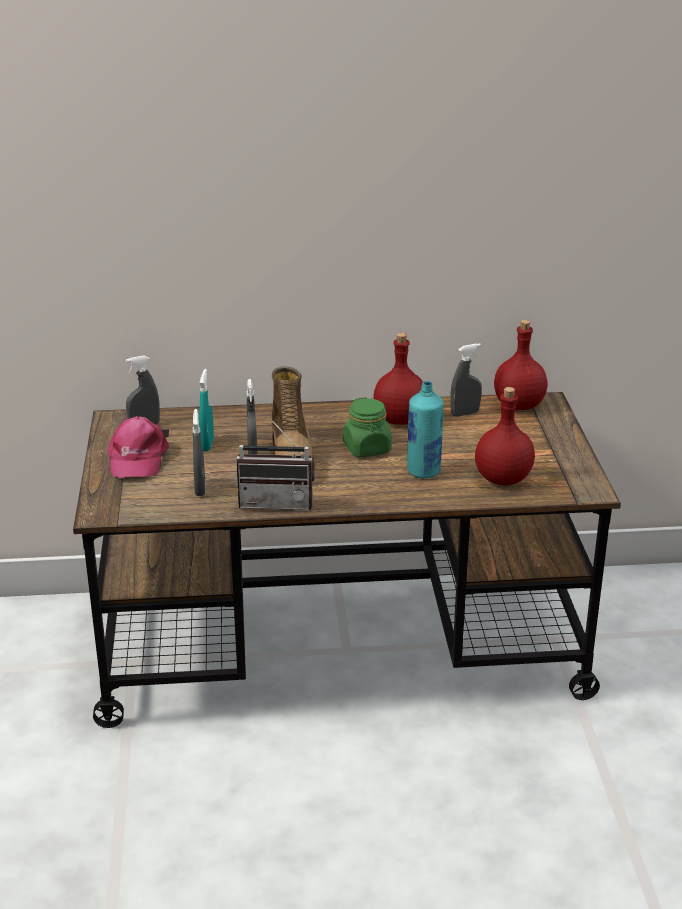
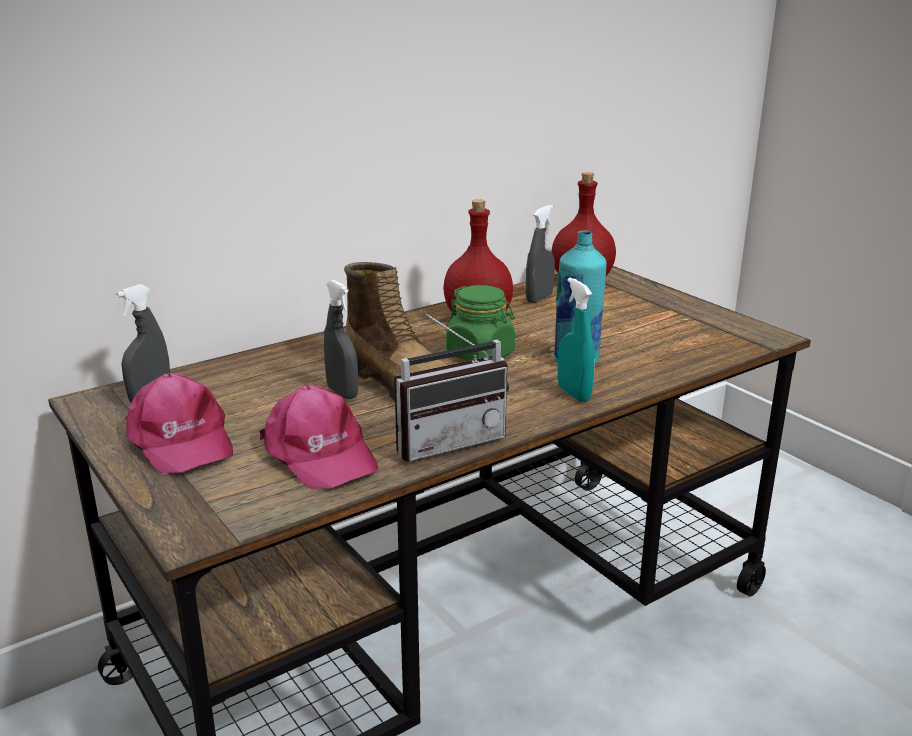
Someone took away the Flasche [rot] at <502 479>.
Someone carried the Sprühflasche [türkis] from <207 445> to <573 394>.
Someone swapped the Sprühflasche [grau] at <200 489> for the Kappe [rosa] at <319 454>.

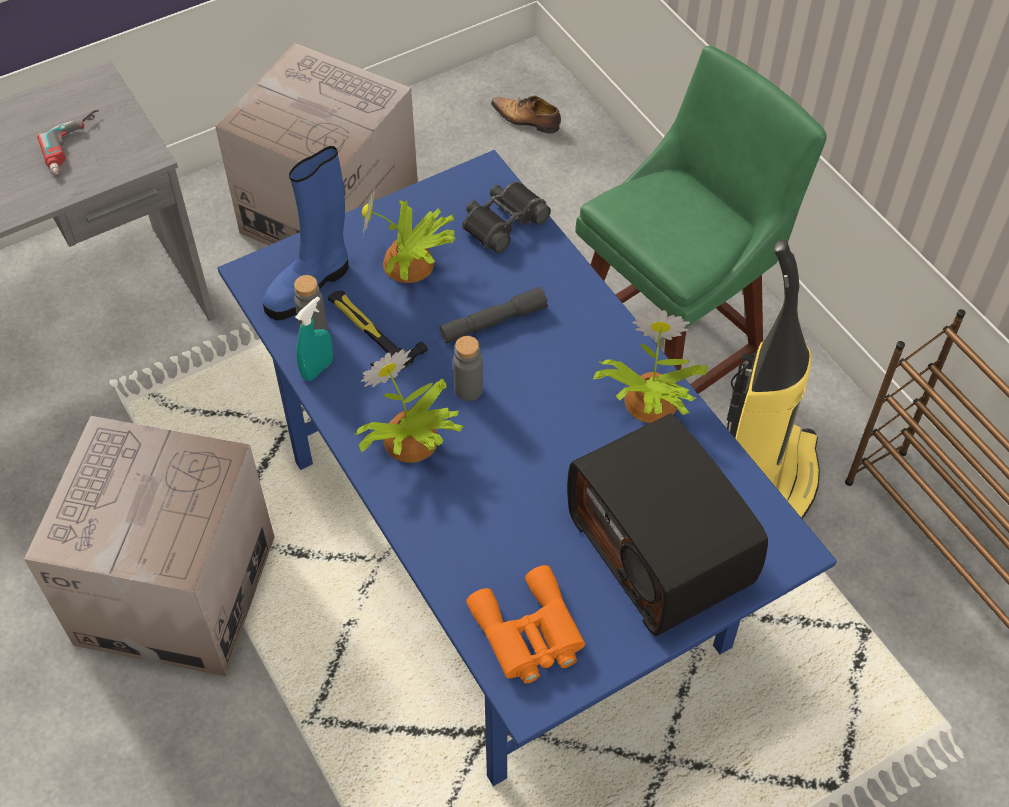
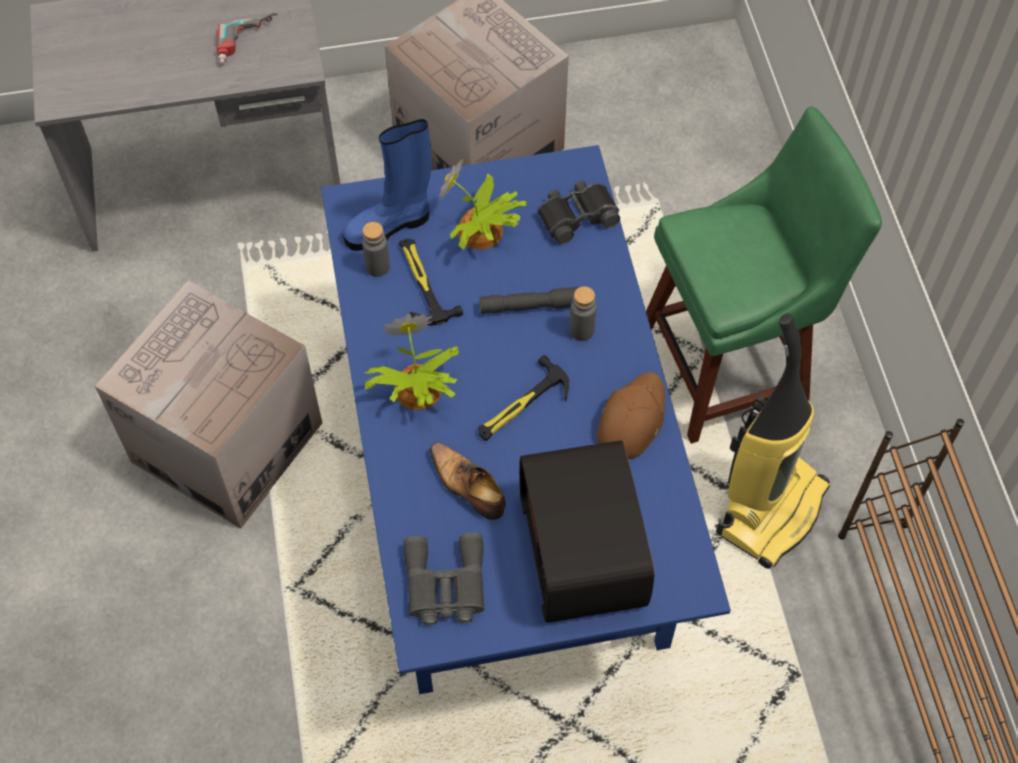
Someone took away the Sprühflasche [türkis] at <317 369>.
Someone put down the Hammer at <522 406>.
Someone carried the Flasche [grau] from <468 389> to <581 330>.
Someone carried the Schuh from <526 120> to <467 486>.
Someone swapped the Topfpflanze at <648 403> for the Kappe [braun] at <631 419>.
Someone repainted the Fernglas [orange] at <529 634>, which became the Fernglas [grau] at <445 586>.

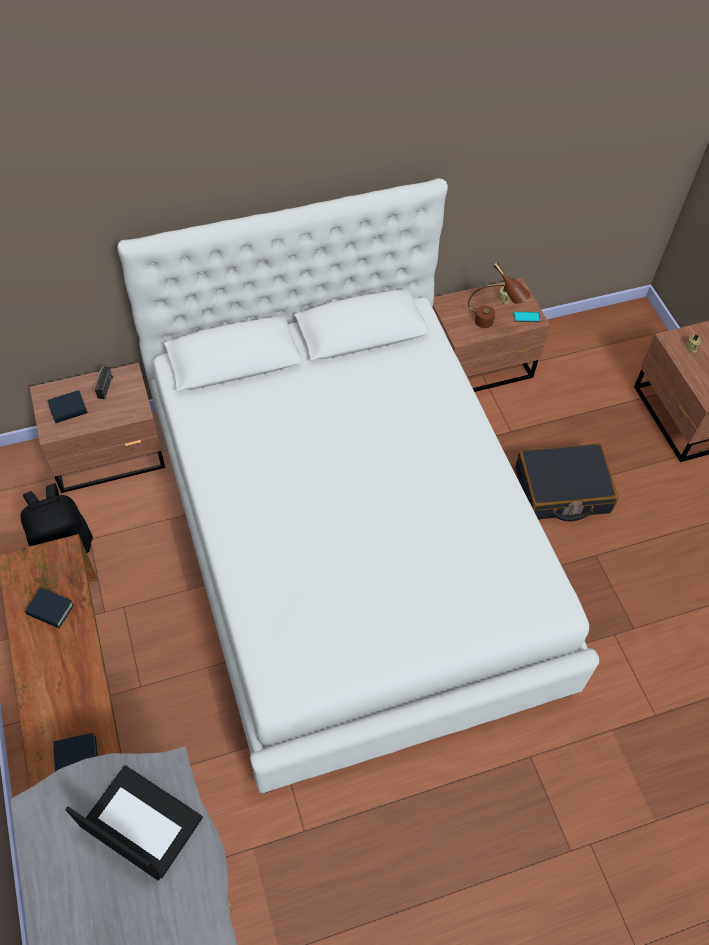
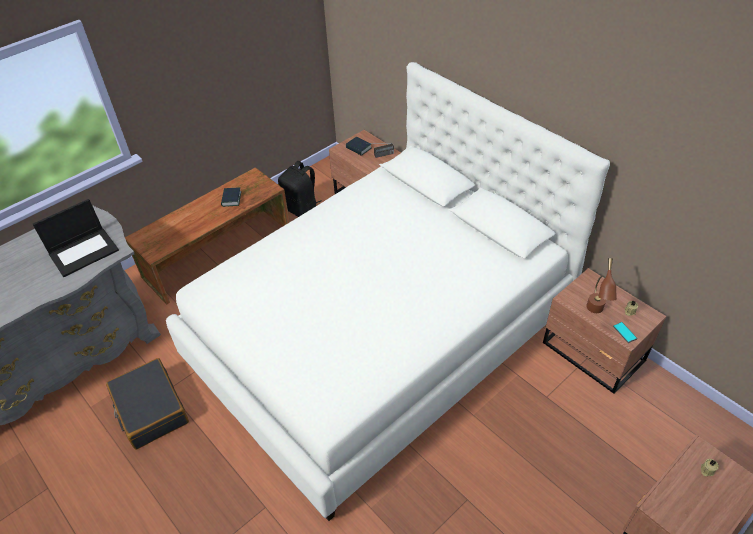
Someone took away the Buch at <77 755>.
Someone carried the Koffer [schwarz] from <562 490> to <150 409>.
Someone rotated the Laptop at <140 822> by 45 degrees clockwise.

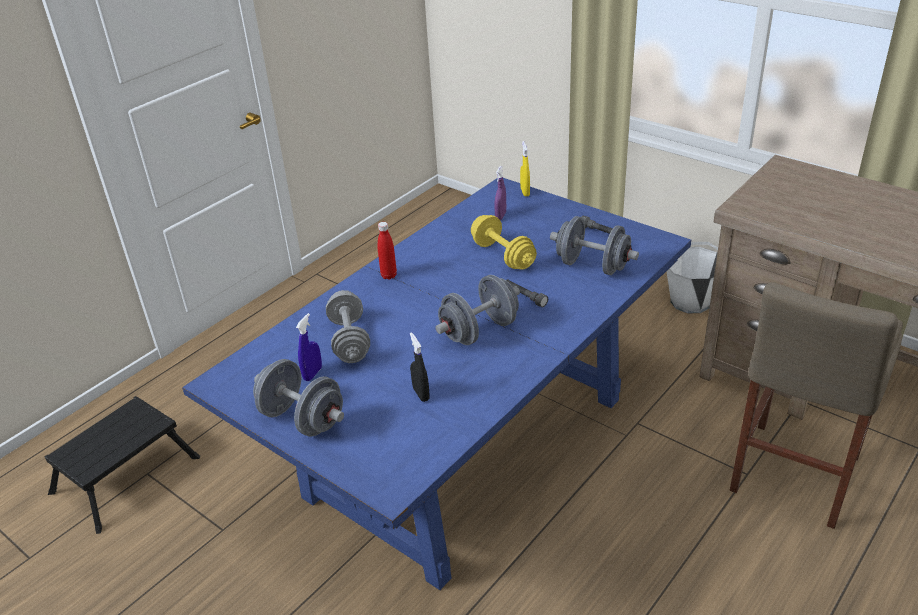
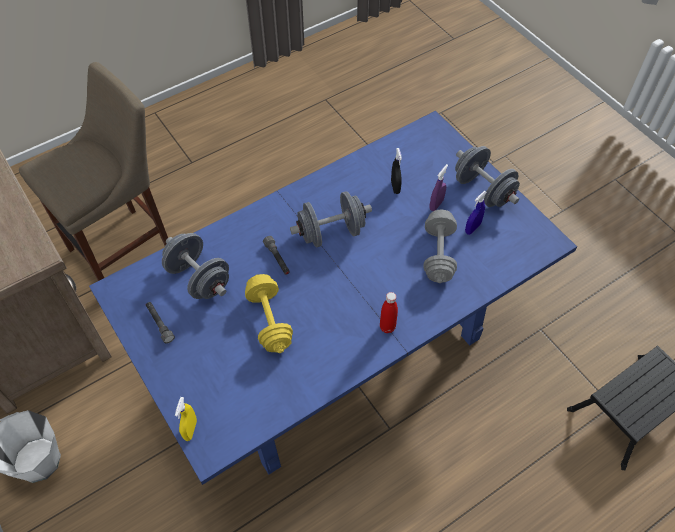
Someone carried the Sprühflasche [lila] from <500 216> to <436 204>.

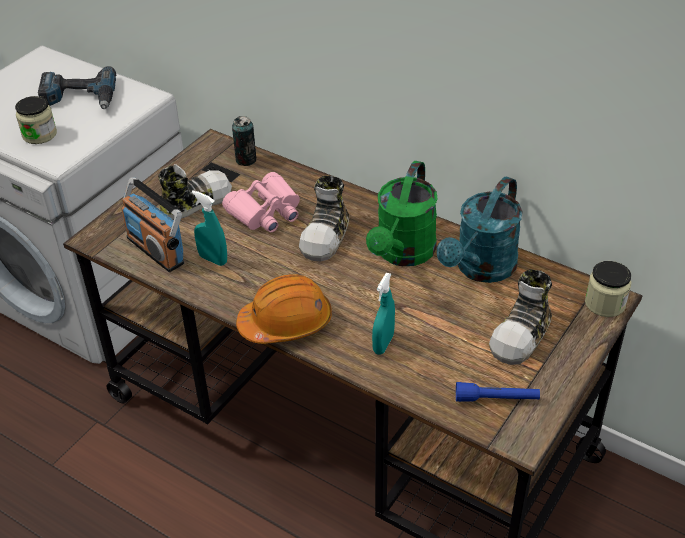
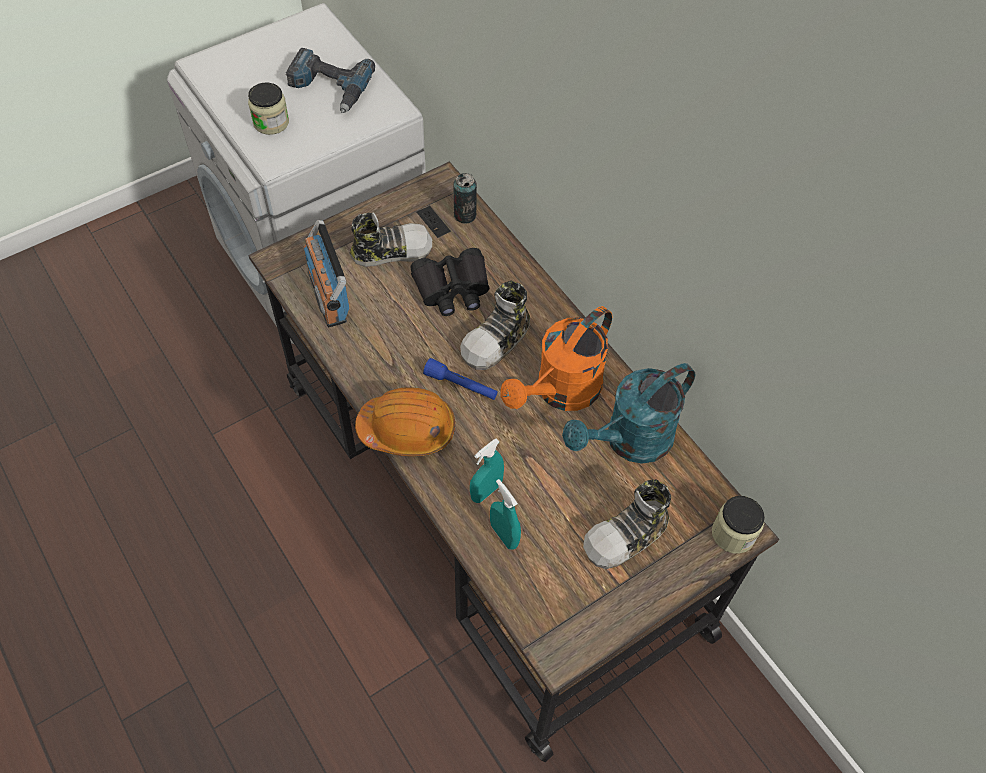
Someone carried the Sprühflasche [türkis] from <213 259> to <504 535>.
Someone carried the Taschenlampe [blau] from <496 399> to <461 385>.
Someone repainted the Fernglas [rosa] at <265 212>, which became the Fernglas [schwarz] at <452 288>.
Someone repainted the Gießkanne [grün] at <403 254>, which became the Gießkanne [orange] at <560 392>.

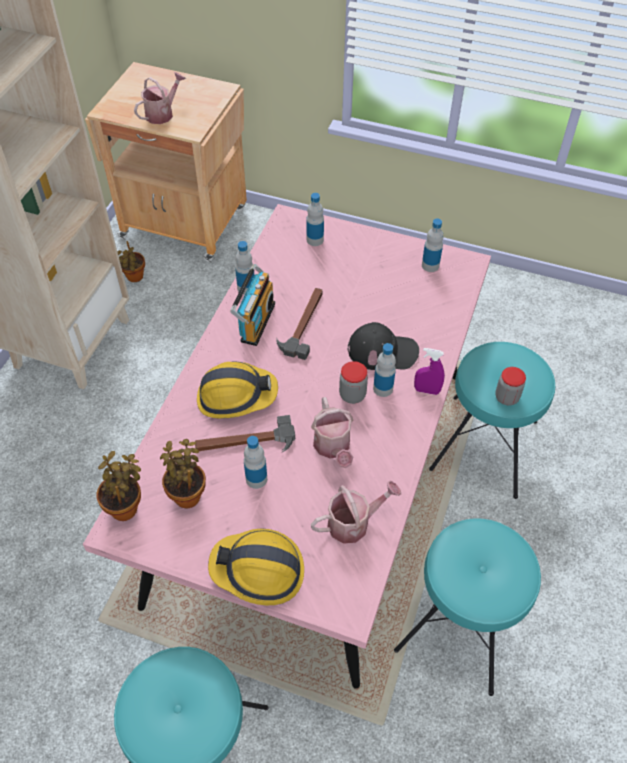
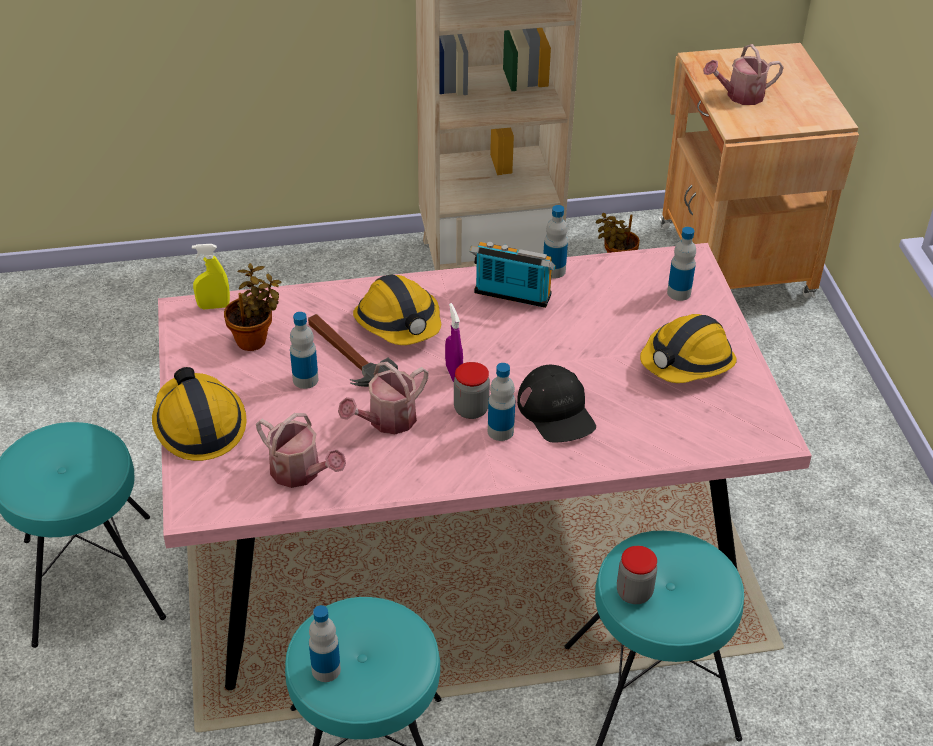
Someone took away the Hammer at <304 324>.
Someone put down the Schutzhelm at <687 362>.
Someone carried the Sprühflasche [lila] from <427 390> to <454 374>.
Someone carried the Flasche from <430 265> to <326 670>.
Someone swapped the Topfpflanze at <125 506> for the Sprühflasche [gelb] at <214 306>.
Someone rotated the Gießkanne at <162 113> by 150 degrees clockwise.
Someone rotated the Radio at <255 322> by 150 degrees counterclockwise.

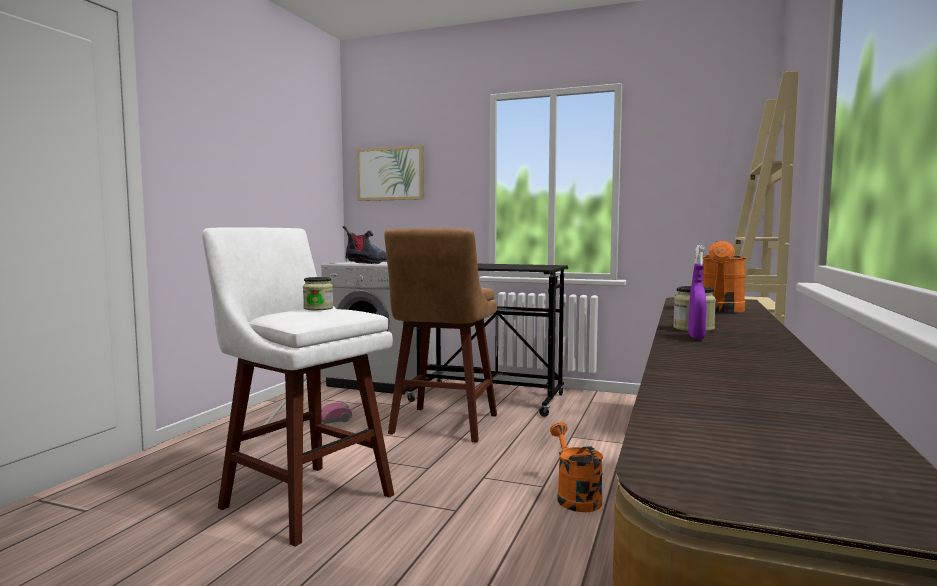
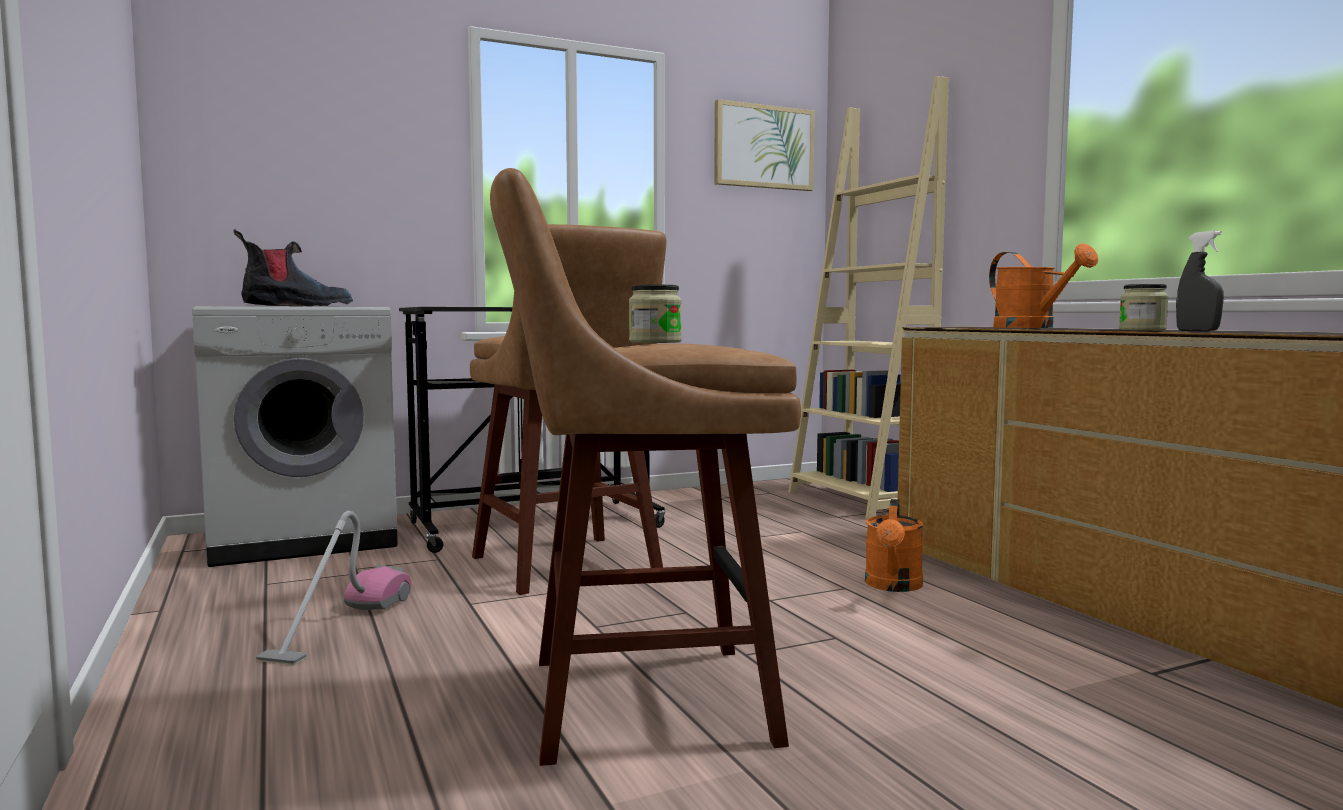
Someone carried the Bild from <390 174> to <763 147>.
Someone repainted the Hocker [weiß] at <303 499>, which became the Hocker [braun] at <637 700>.
Someone repainted the Sprühflasche [lila] at <696 337>, which became the Sprühflasche [grau] at <1197 331>.
Someone rotated the Gießkanne [orange] at <575 496> by 105 degrees counterclockwise.

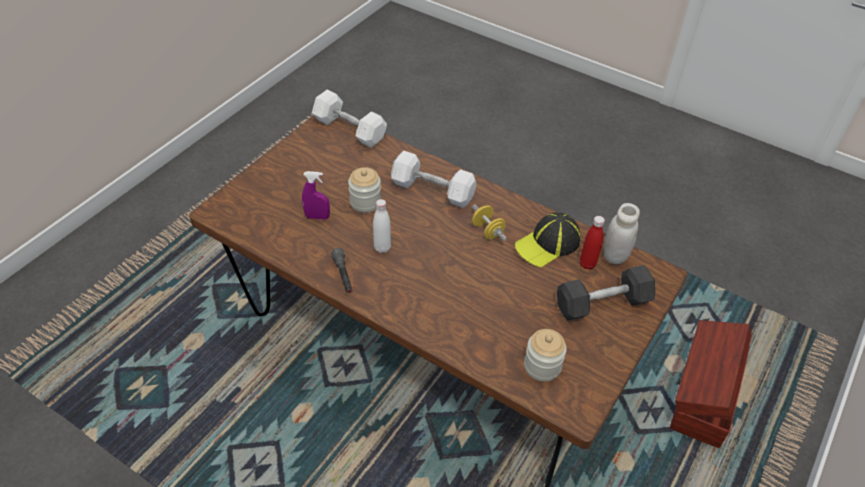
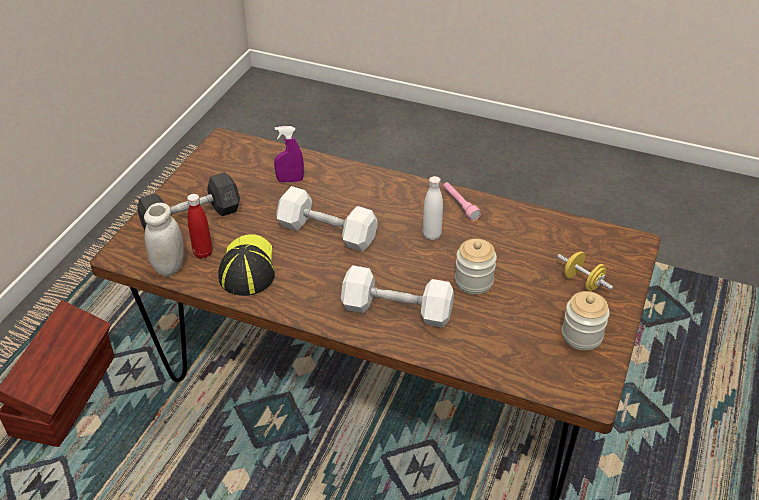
Someone carried the Sprühflasche [lila] from <317 217> to <290 180>.
Someone carried the Hantel [weiß] from <349 129> to <327 232>.
Someone carried the Hantel [gelb] from <487 231> to <582 282>.
Someone carried the Vorratsglas from <542 366> to <581 336>.
Someone repainted the Taschenlampe [grau] at <343 275>, which became the Taschenlampe [rosa] at <459 205>.
Someone rotated the Kappe at <548 244> by 45 degrees counterclockwise.

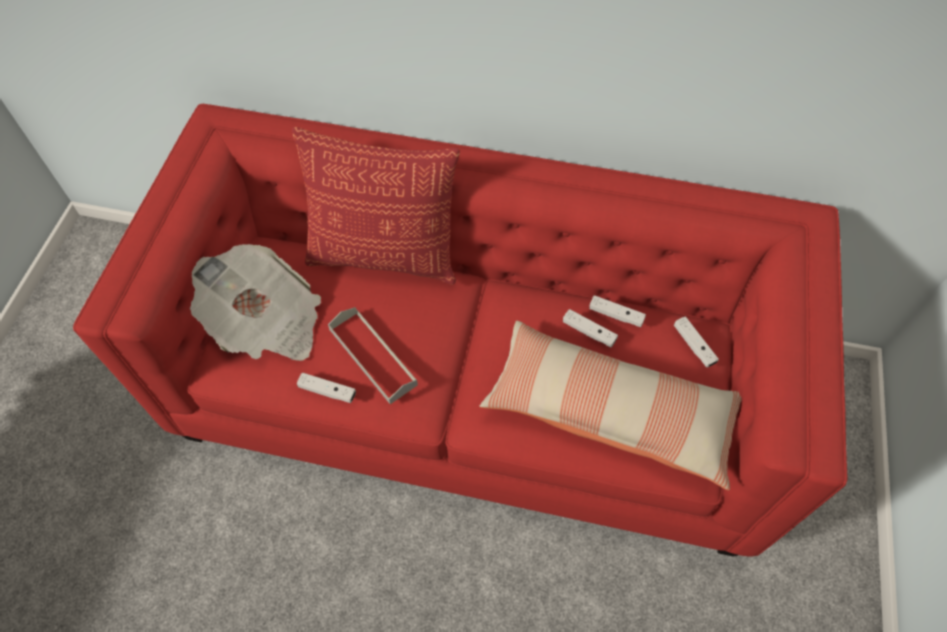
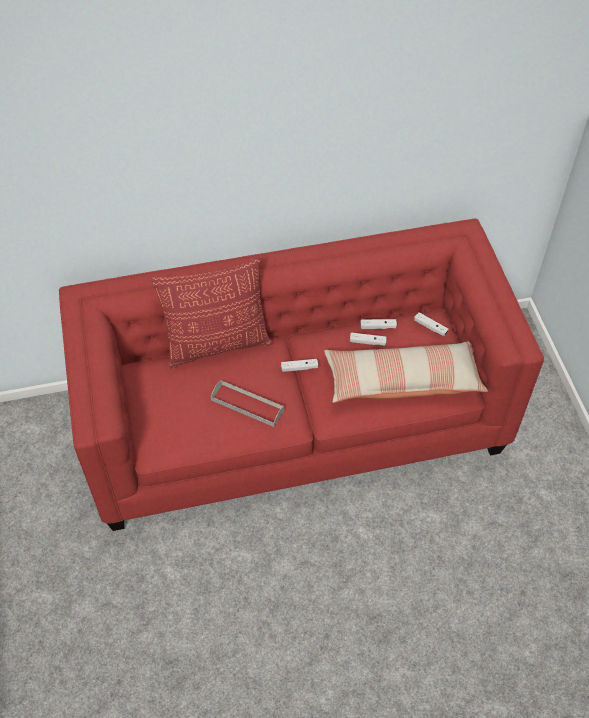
Someone took away the Zeitung at <267 322>.
Someone carried the Gamepad [weiß] from <327 391> to <299 368>.

